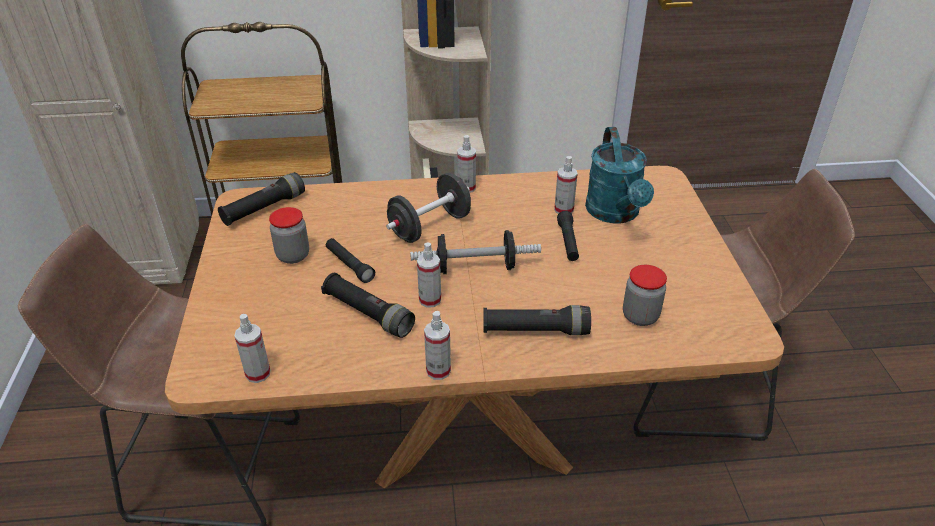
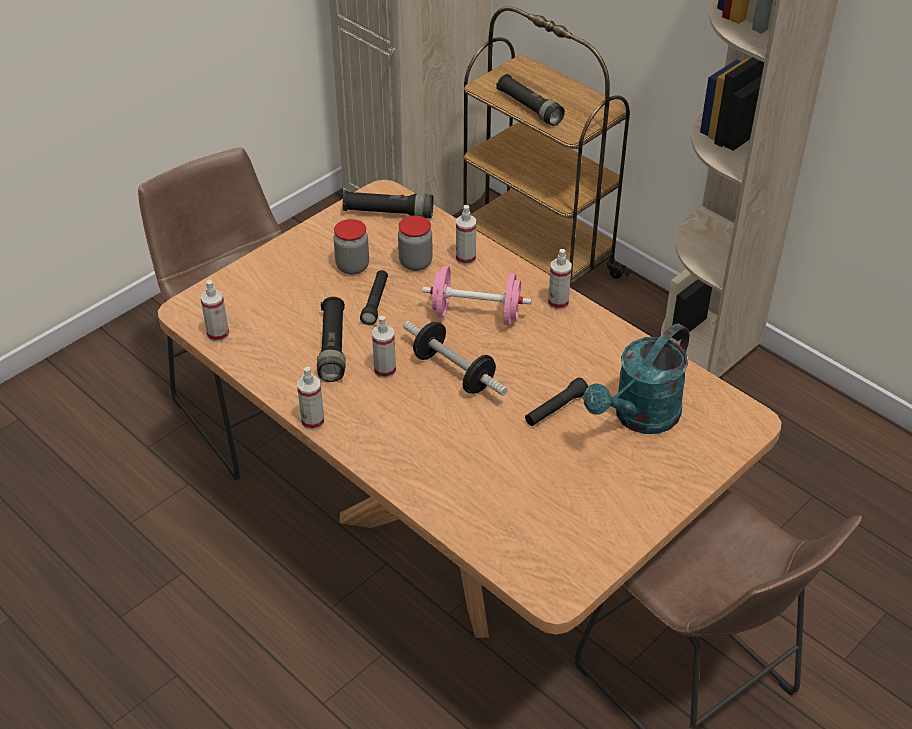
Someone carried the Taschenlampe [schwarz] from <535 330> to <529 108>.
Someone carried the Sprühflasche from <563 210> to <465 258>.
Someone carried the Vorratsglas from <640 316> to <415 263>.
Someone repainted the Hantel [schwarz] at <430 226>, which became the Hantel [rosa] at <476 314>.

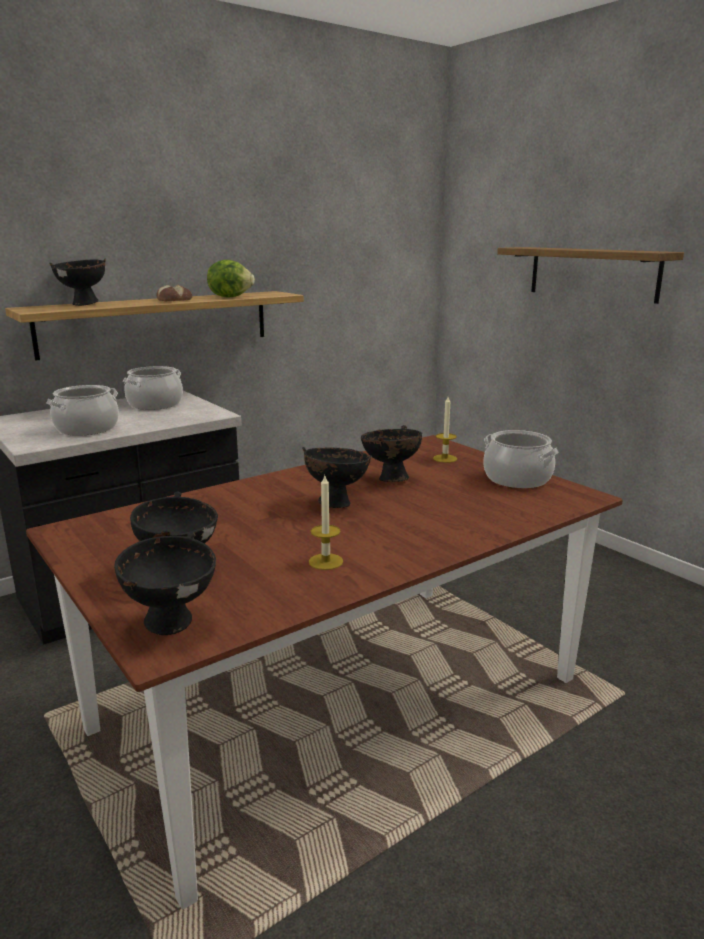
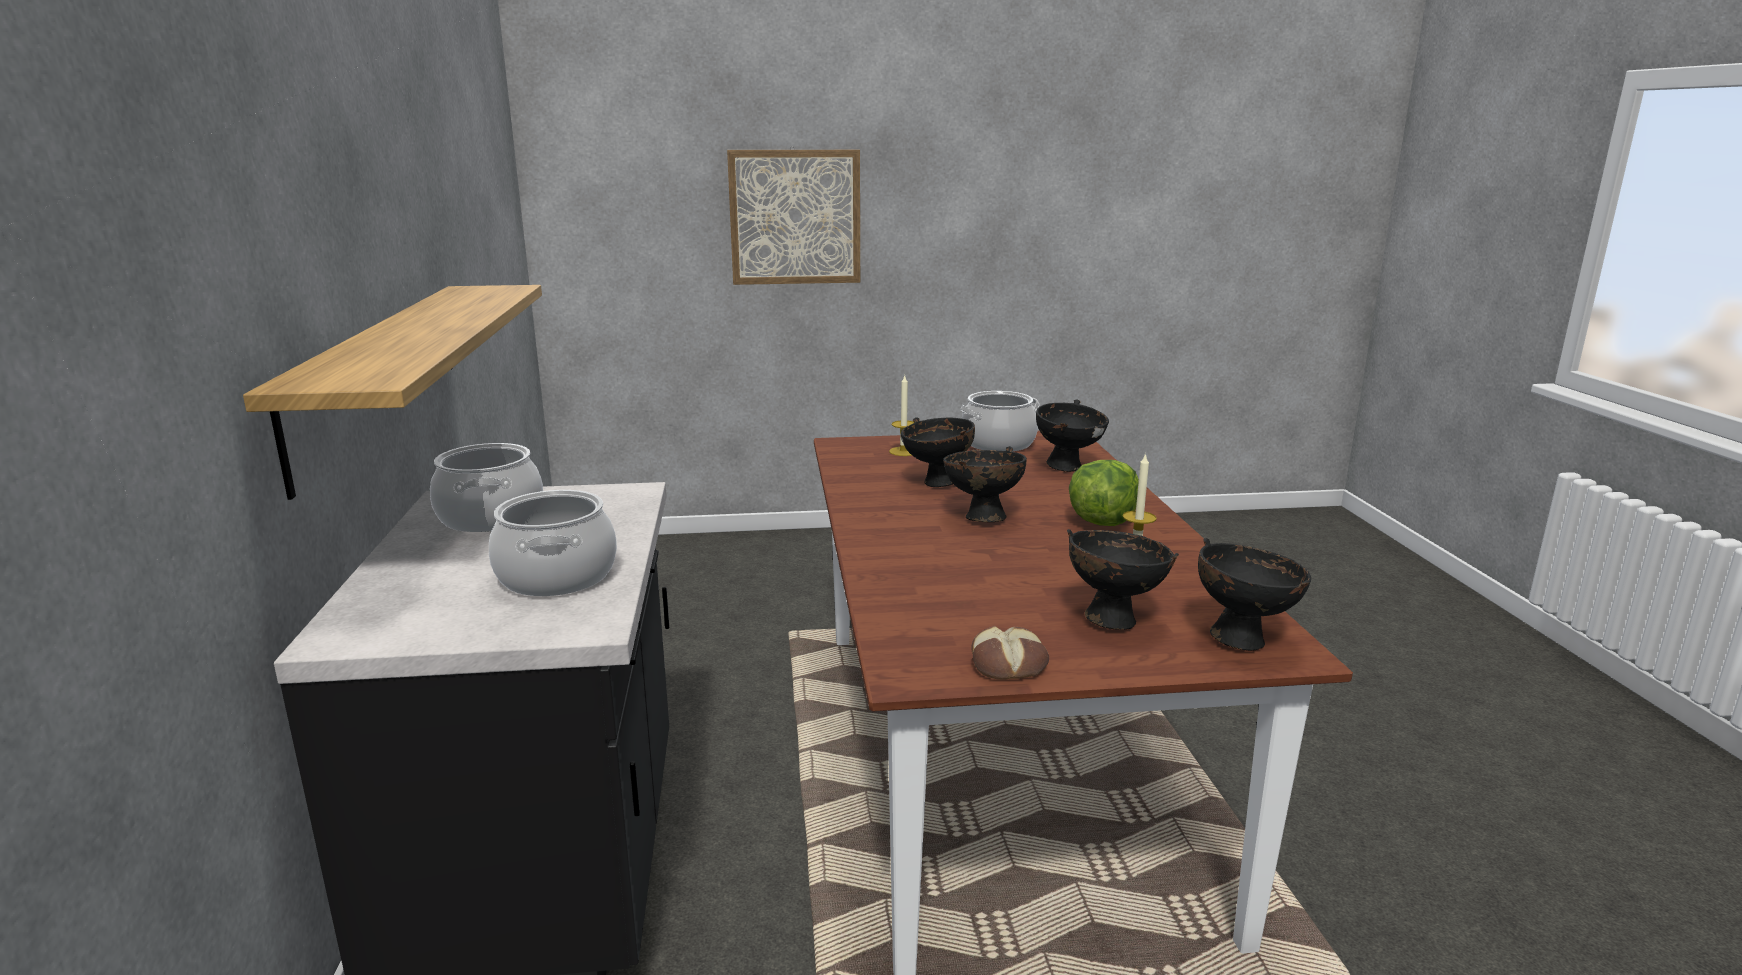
Someone carried the Schüssel [schwarz] from <84 304> to <1068 467>.
Someone carried the Brot from <174 300> to <1009 663>.
Someone carried the Salatkopf from <230 297> to <1102 521>.
Someone swapped the Wandregal at <593 273> for the Bild at <795 216>.

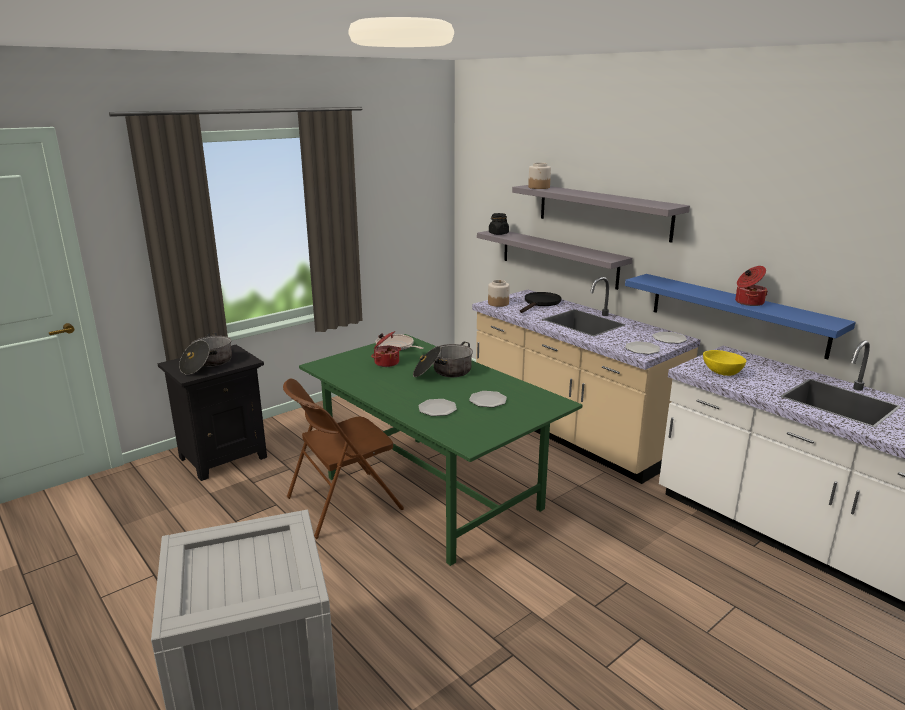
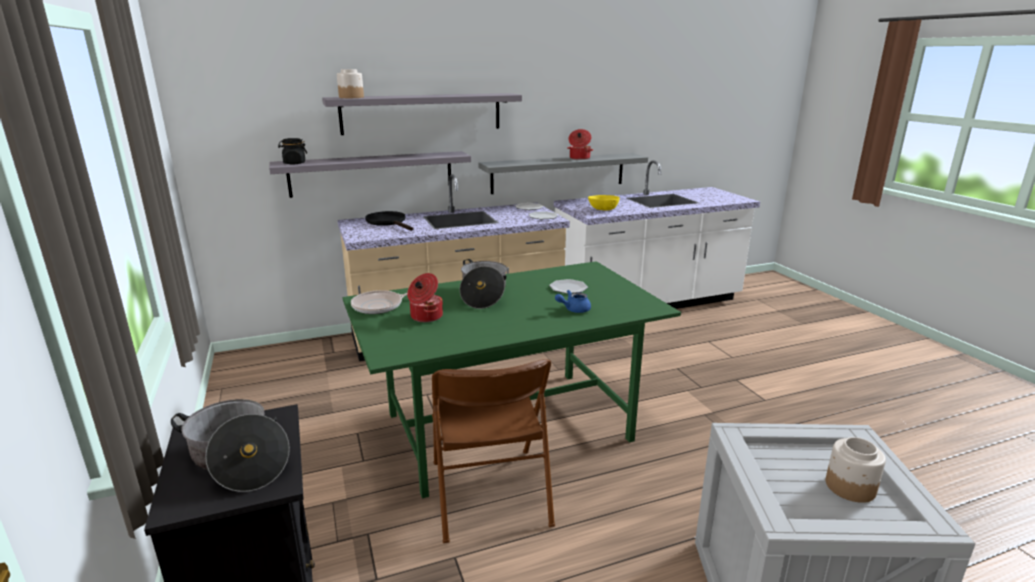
Someone carried the Vorratsglas from <498 303> to <849 487>.
Someone swapped the Teller at <437 409> for the Teekanne [blau] at <573 309>.
Someone repainted the Wandregal [blau] at <736 314>, which became the Wandregal [grau] at <558 173>.

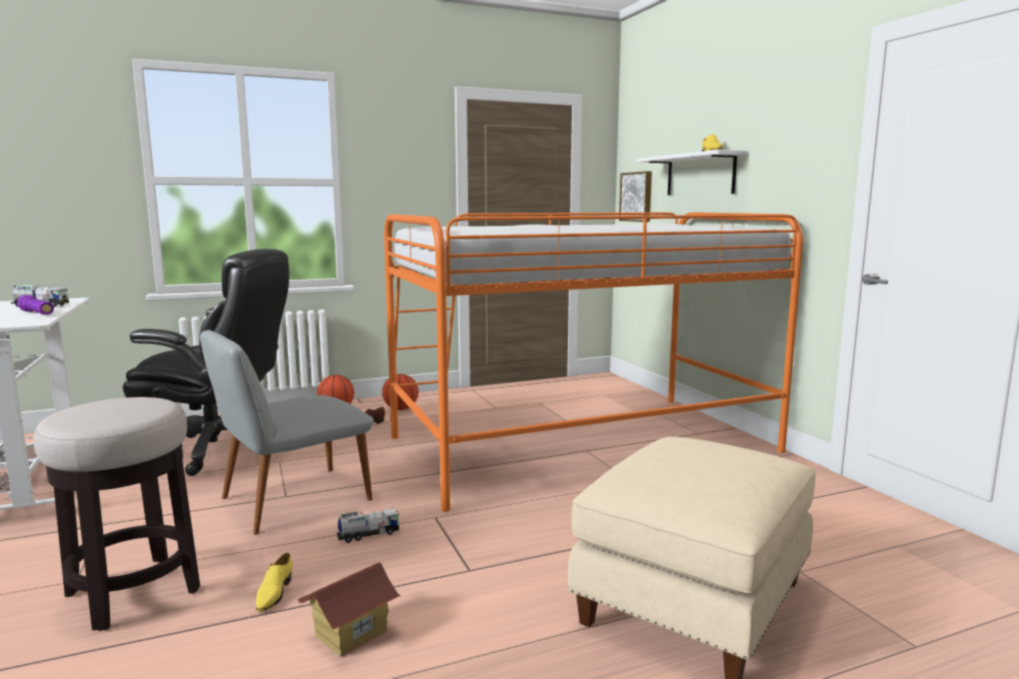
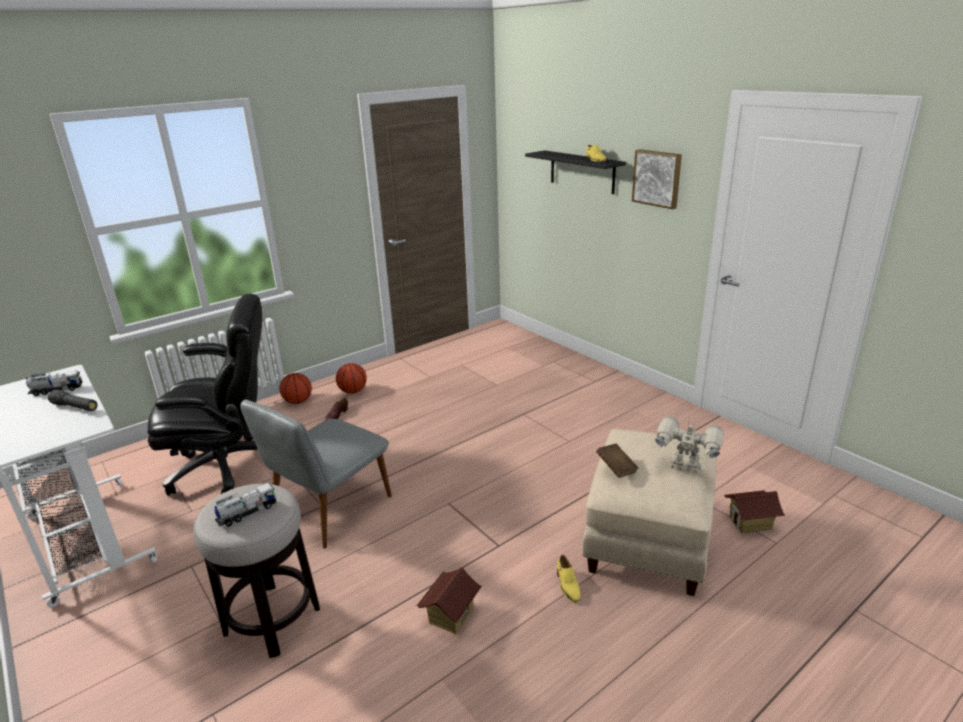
Someone took away the Bett [orange] at <576 444>.
Someone put down the Buch [braun] at <616 468>.
Someone put down the Spielzeugroboter at <685 468>.
Someone put down the Spielzeughaus at <750 523>.
Someone carried the Schuh [gelb] from <274 593> to <567 585>.
Someone carried the Spielzeuglaster from <368 535> to <247 513>.
Someone carried the Bild from <637 197> to <657 178>.
Someone repainted the Taschenlampe [lila] at <37 313>, which became the Taschenlampe [schwarz] at <75 407>.
Someone repainted the Wandregal [weiß] at <700 175>, which became the Wandregal [schwarz] at <582 172>.

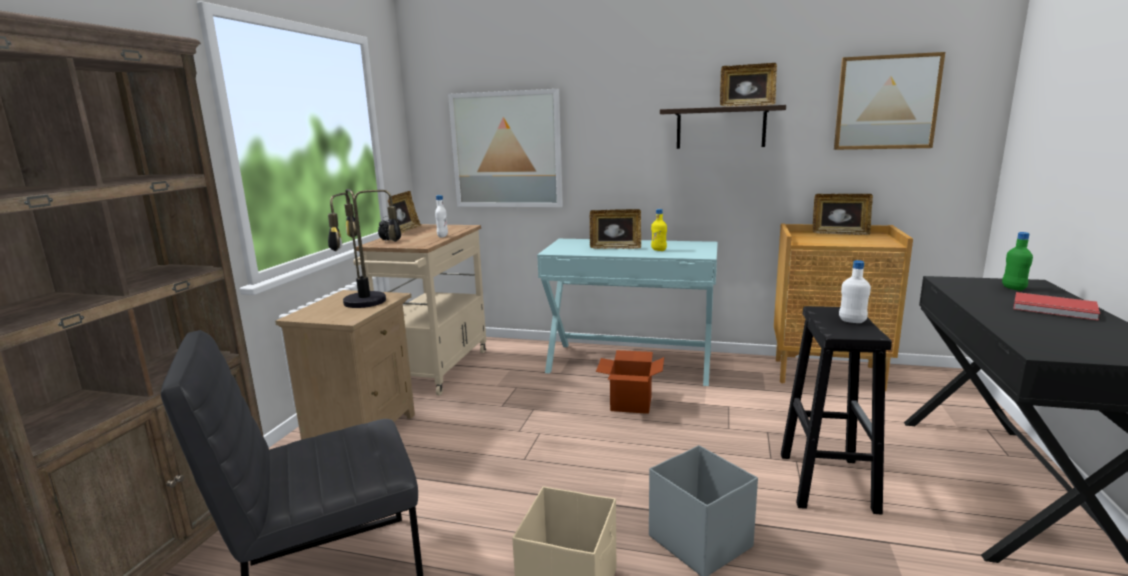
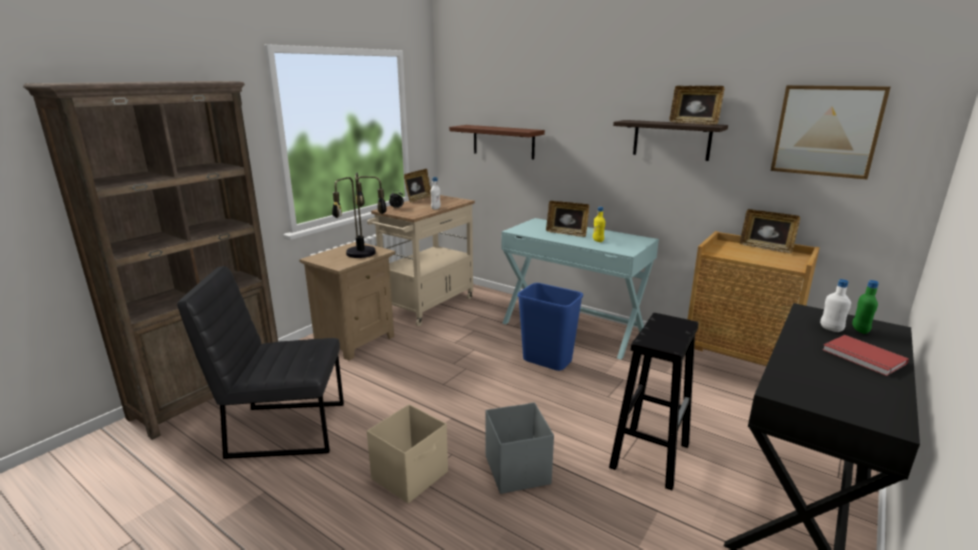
Someone carried the Flasche [weiß] from <852 321> to <831 329>.
Someone swapped the Bild at <506 150> for the Wandregal [braun] at <503 141>.
Someone swapped the Karton at <631 403> for the Mülleimer [blau] at <548 361>.

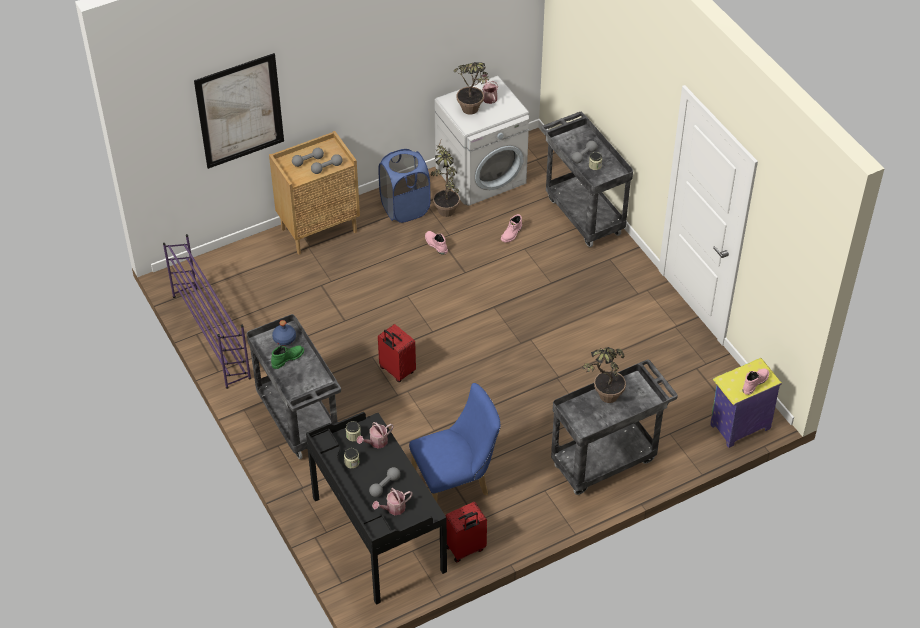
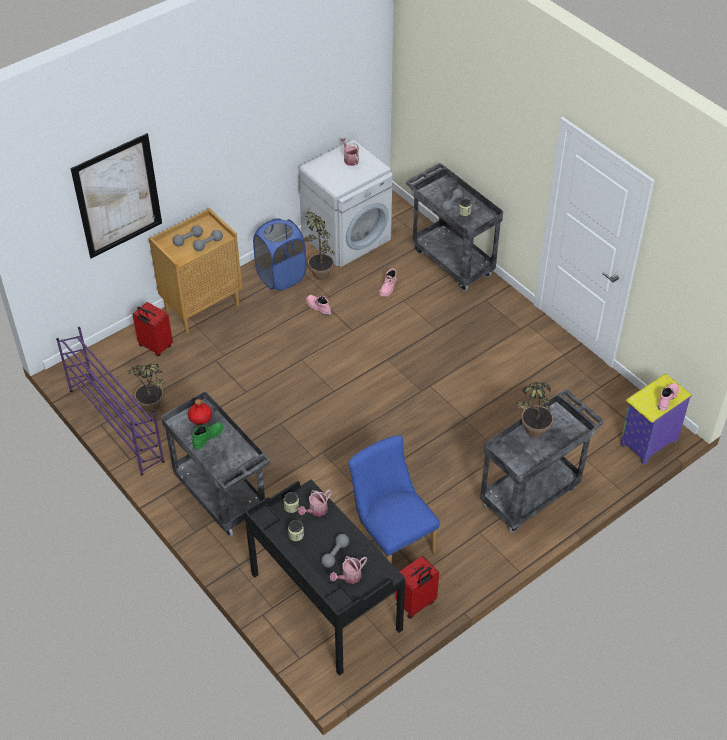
Someone carried the Koffer [rot] from <396 371> to <155 347>.
Someone carried the Topfpflanze from <472 113> to <154 409>.
Someone repainted the Flasche [blau] at <284 339>, which became the Flasche [rot] at <200 418>.
Someone rotated the Stuhl [blau] at <456 484> by 90 degrees counterclockwise.

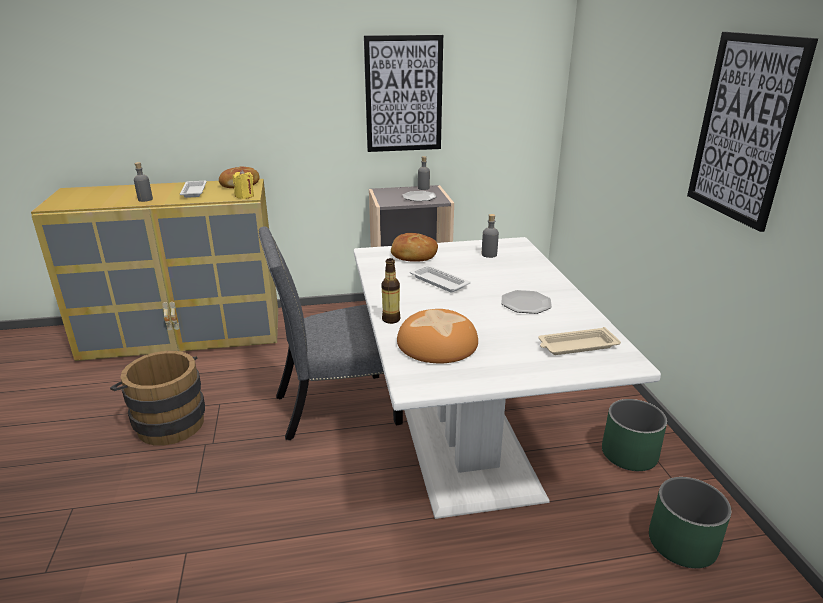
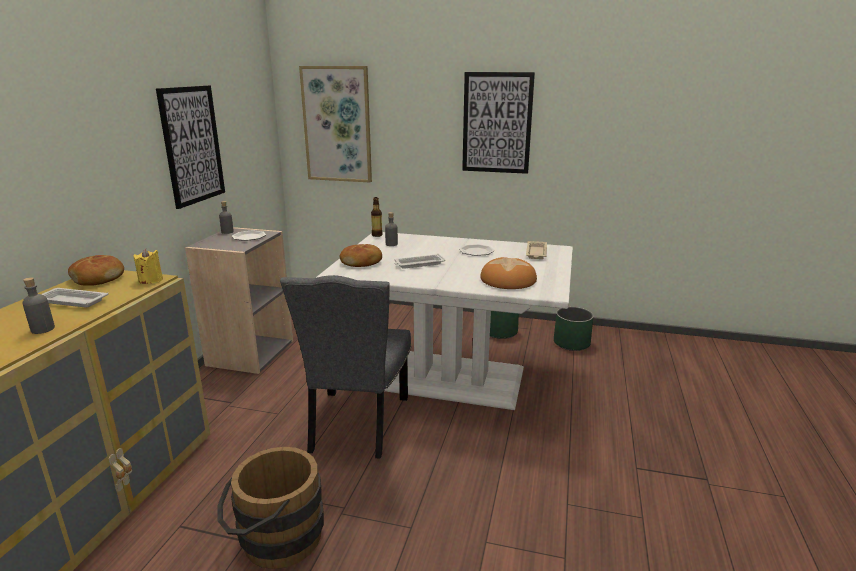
Someone put up the Bild at <337 125>.
Someone carried the Flasche from <391 319> to <377 235>.

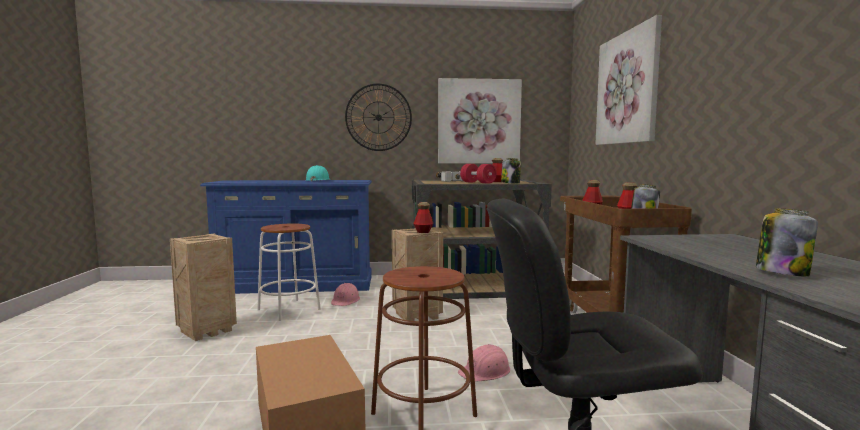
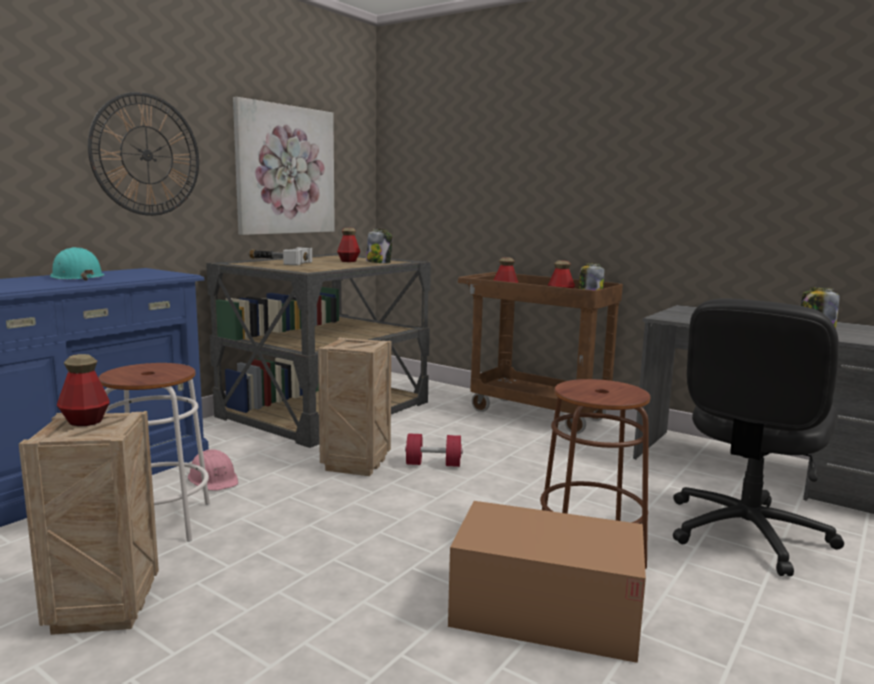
Someone took away the Schutzhelm [rosa] at <485 371>.
Someone took away the Bild at <627 88>.
Someone carried the Flasche from <423 232> to <85 421>.
Someone carried the Hantel [rot] from <478 182> to <433 464>.

